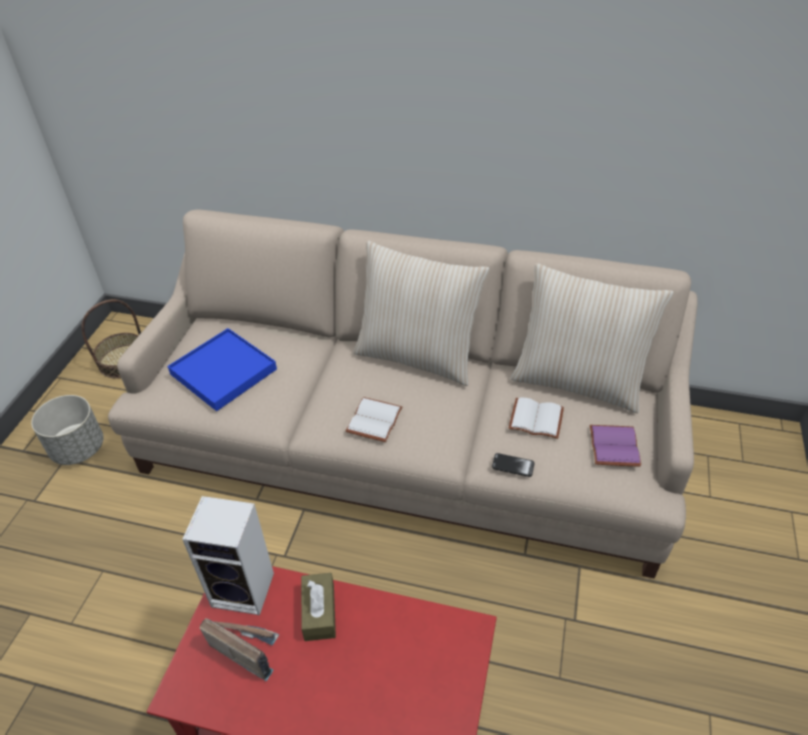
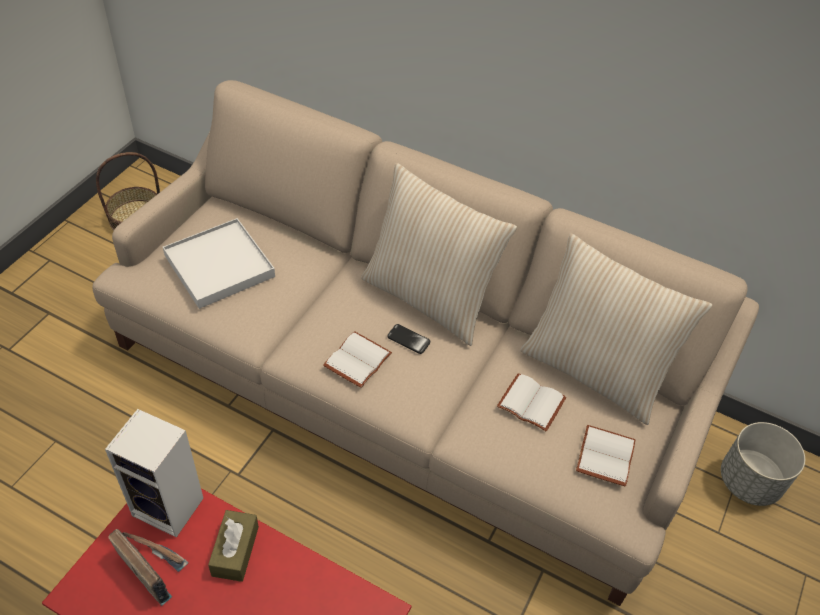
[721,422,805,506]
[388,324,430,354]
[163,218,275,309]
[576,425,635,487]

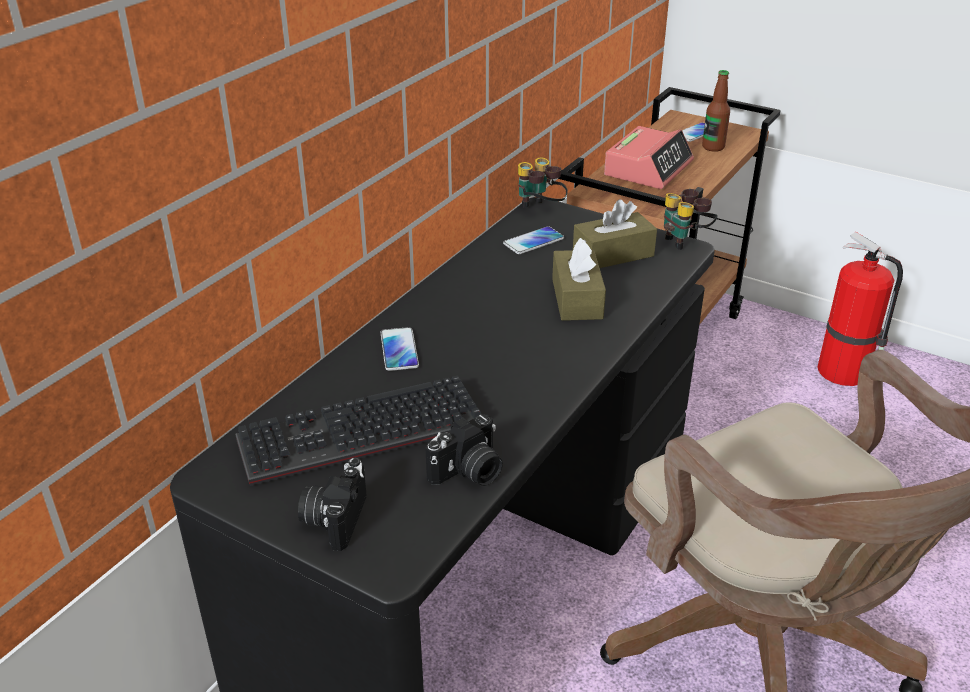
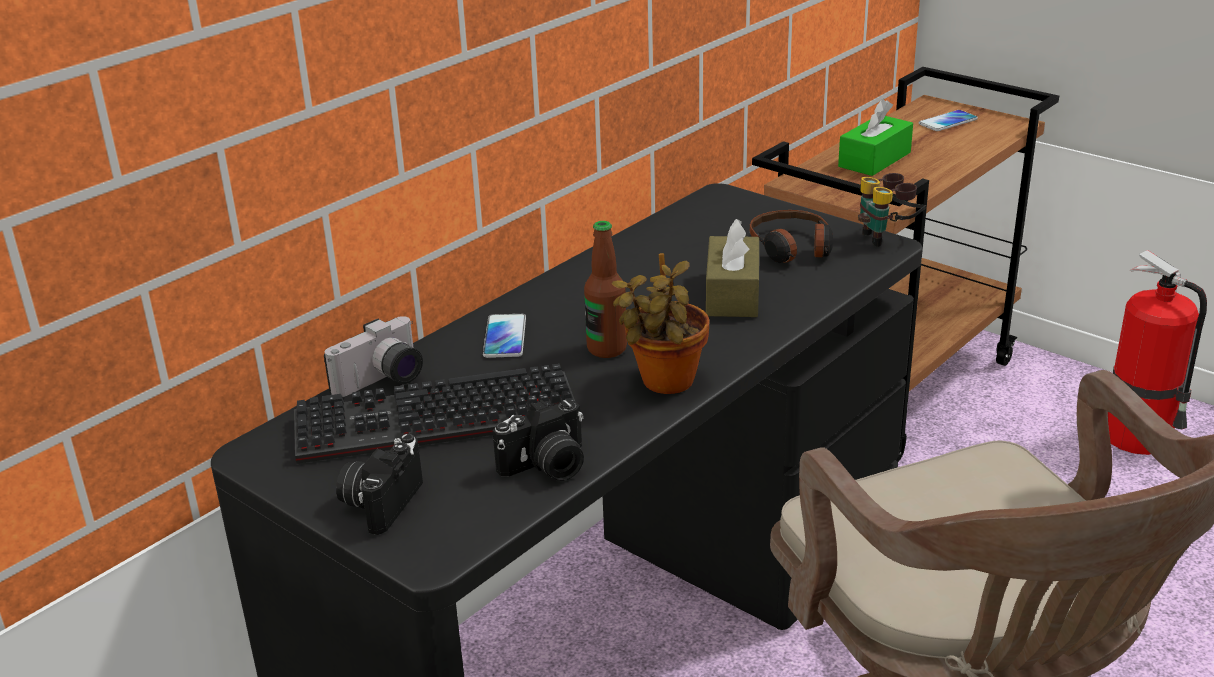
[503,226,564,254] (first image)
[518,157,568,208] (first image)
[324,316,423,397]
[612,253,709,394]
[584,221,627,358]
[750,210,833,263]
[838,99,913,176]

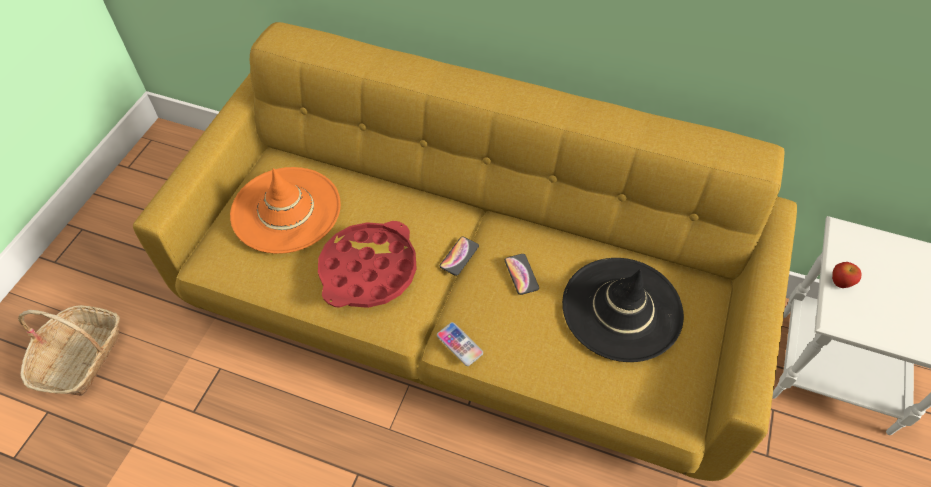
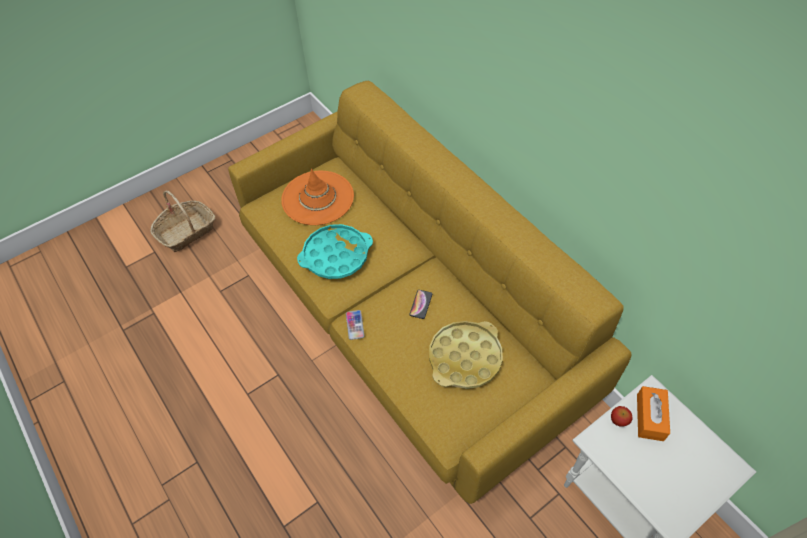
[440,237,479,276] (first image)
[637,386,670,441]
[429,321,503,389]
[297,224,373,279]

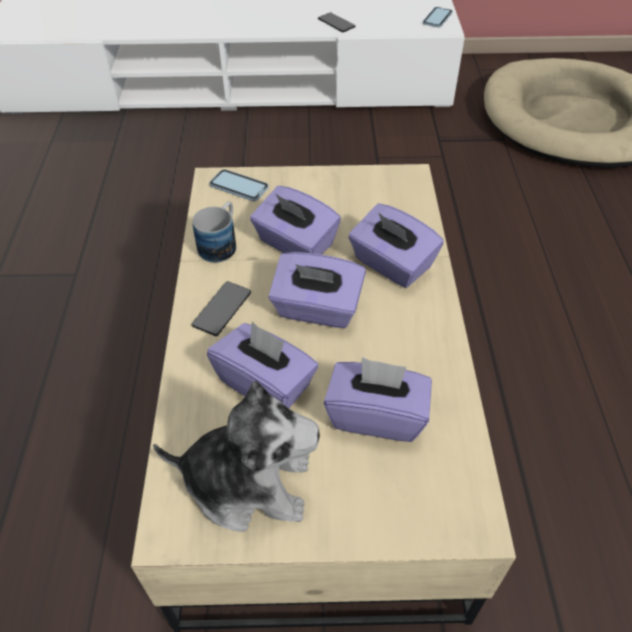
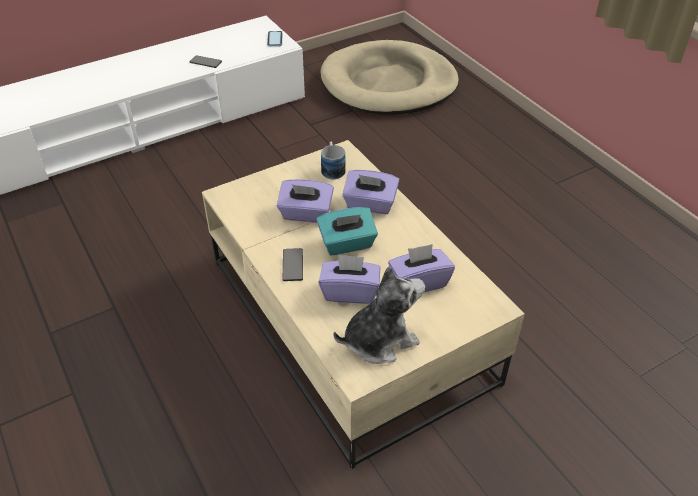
[209,169,269,201] (first image)
[321,141,346,179]
[316,207,378,255]

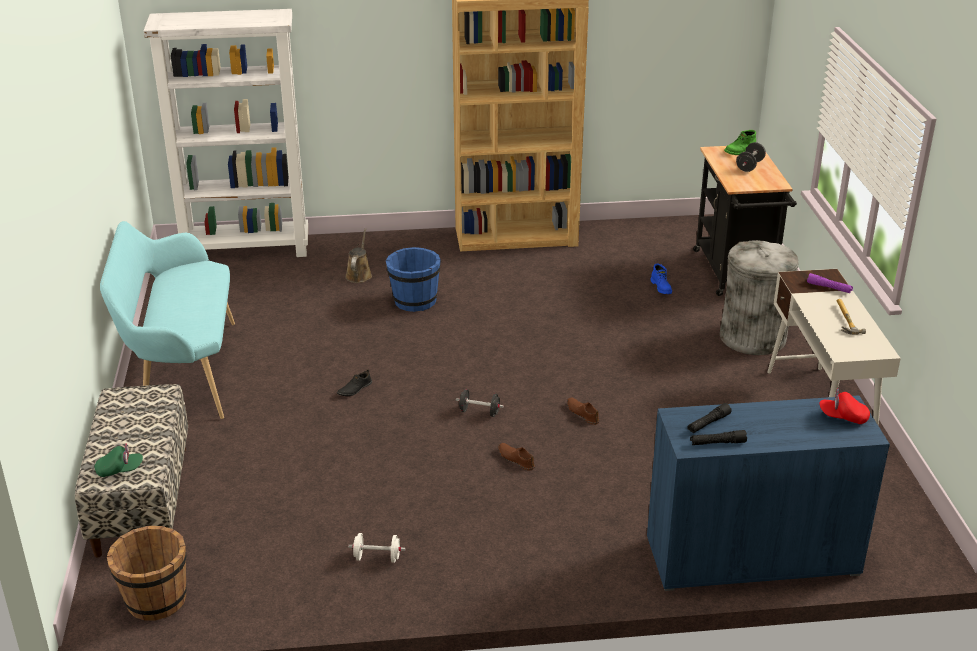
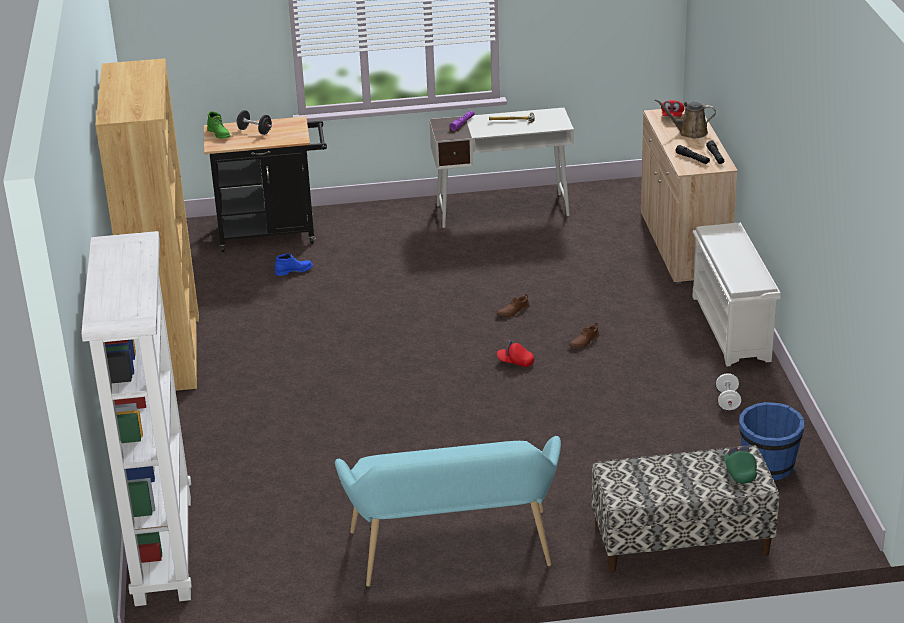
[107,526,187,621] (first image)
[337,369,372,396] (first image)
[720,240,799,355] (first image)
[692,222,781,366]
[655,99,716,138]
[739,402,804,481]
[497,340,534,367]
[641,109,738,284]

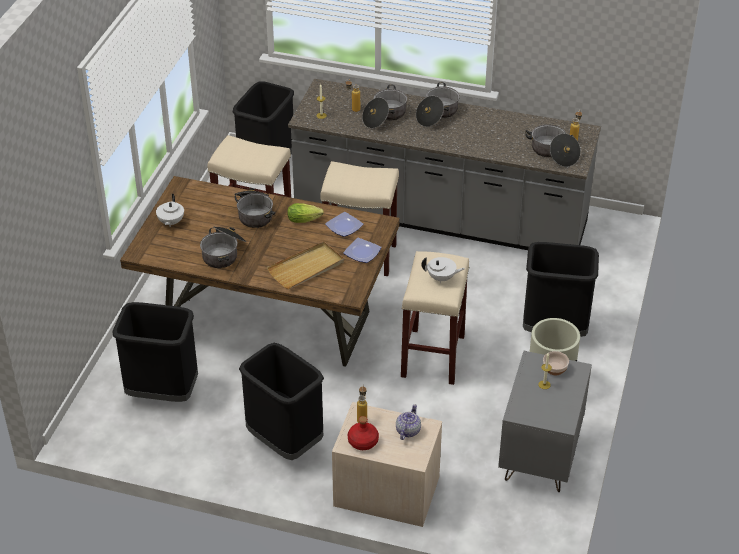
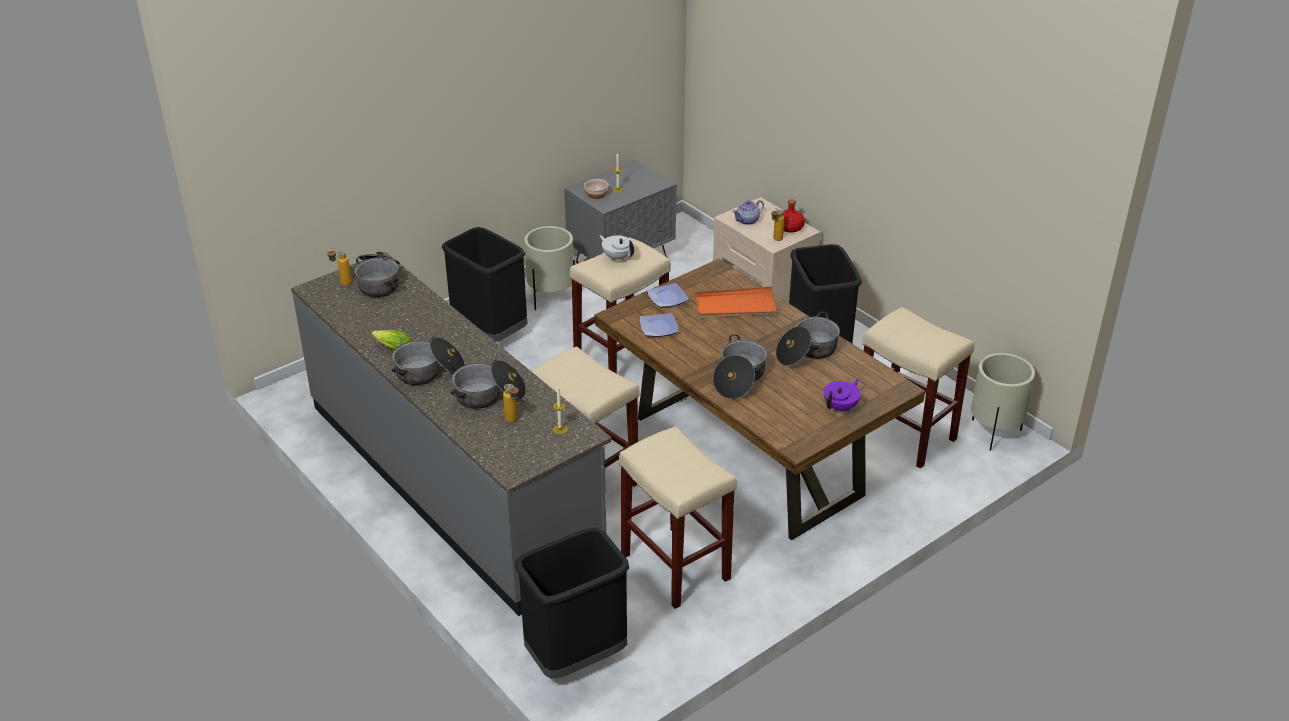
[971,353,1035,451]
[372,330,412,350]
[863,307,974,469]
[824,379,861,412]
[695,286,779,319]

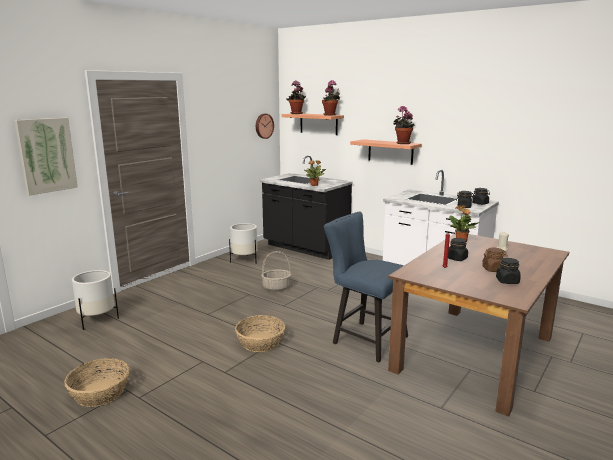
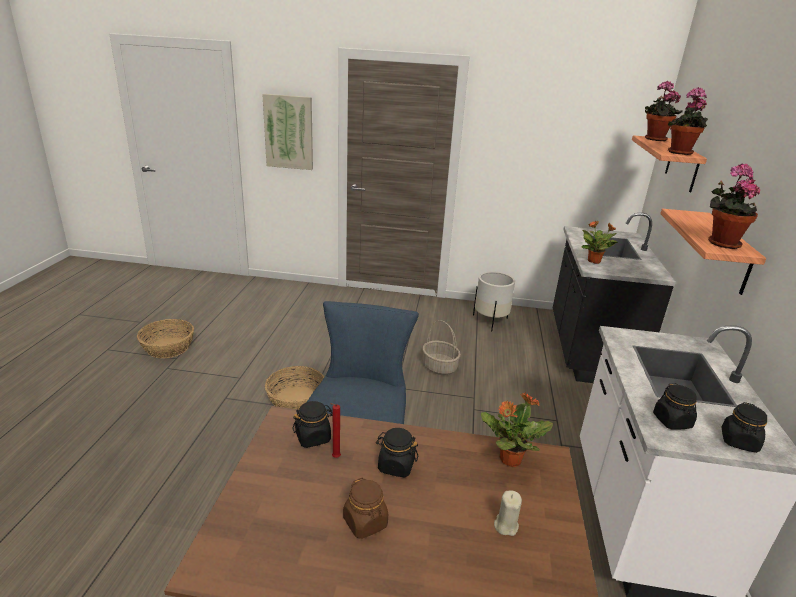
[72,270,119,330] (first image)
[256,114,274,139] (first image)
[292,401,333,448]

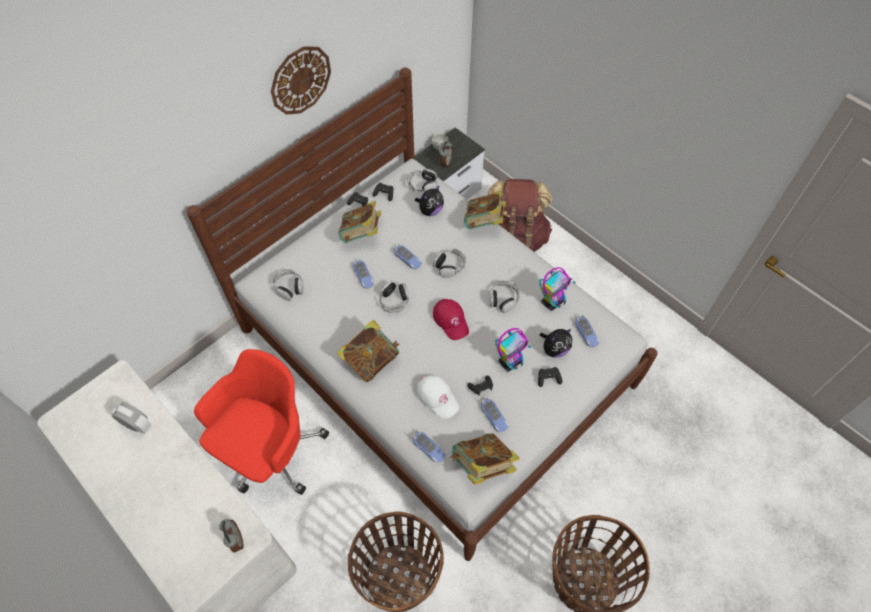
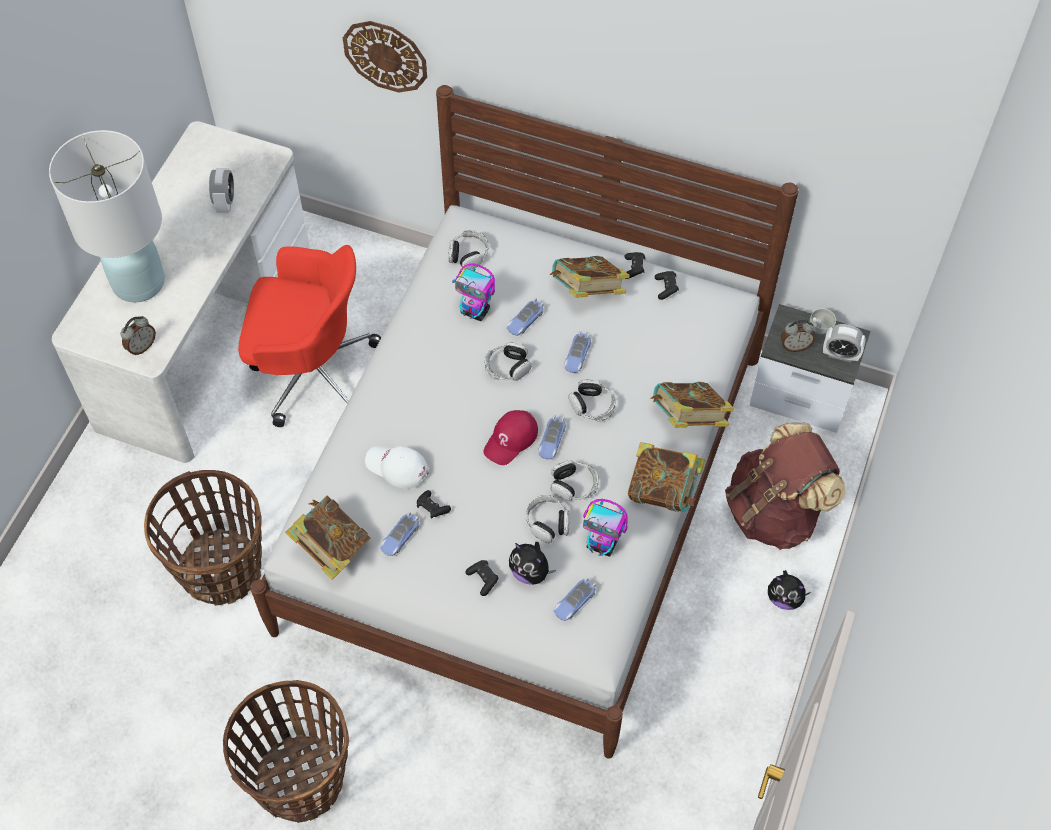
[49,130,165,302]
[823,324,866,362]
[343,21,427,92]
[628,442,705,512]
[526,495,569,543]
[538,415,566,459]
[768,570,811,610]
[452,264,495,321]
[365,446,429,489]

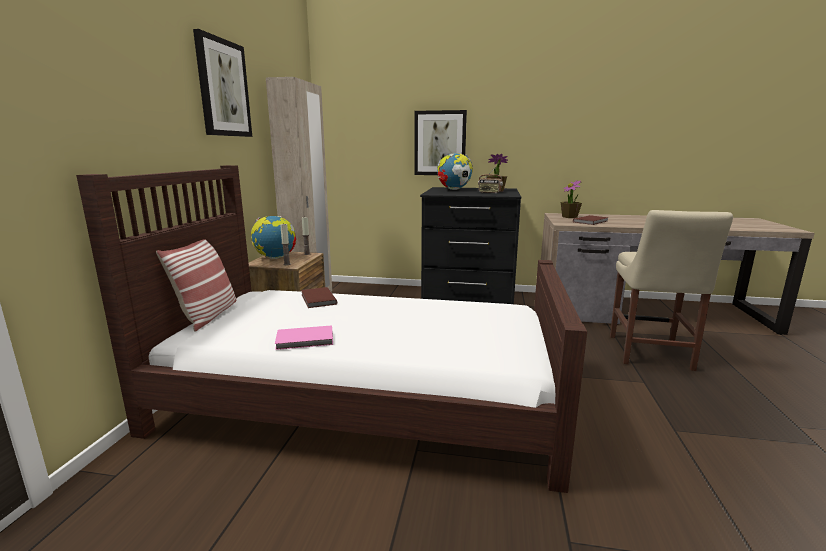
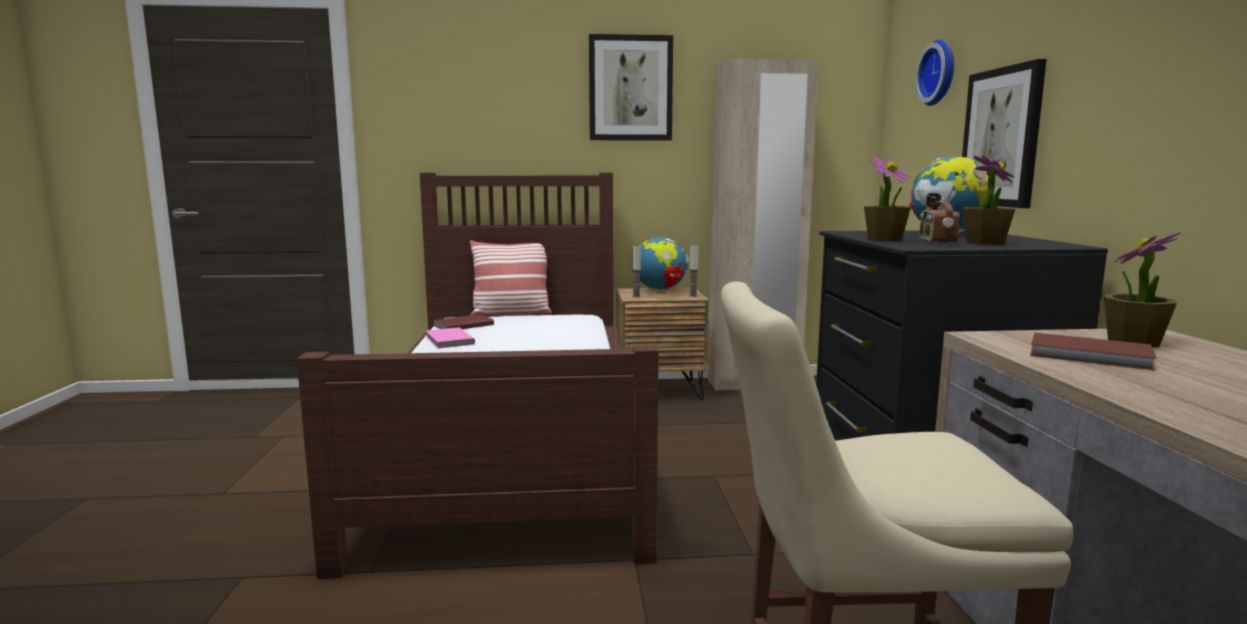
[864,156,911,241]
[915,40,954,106]
[433,314,494,329]

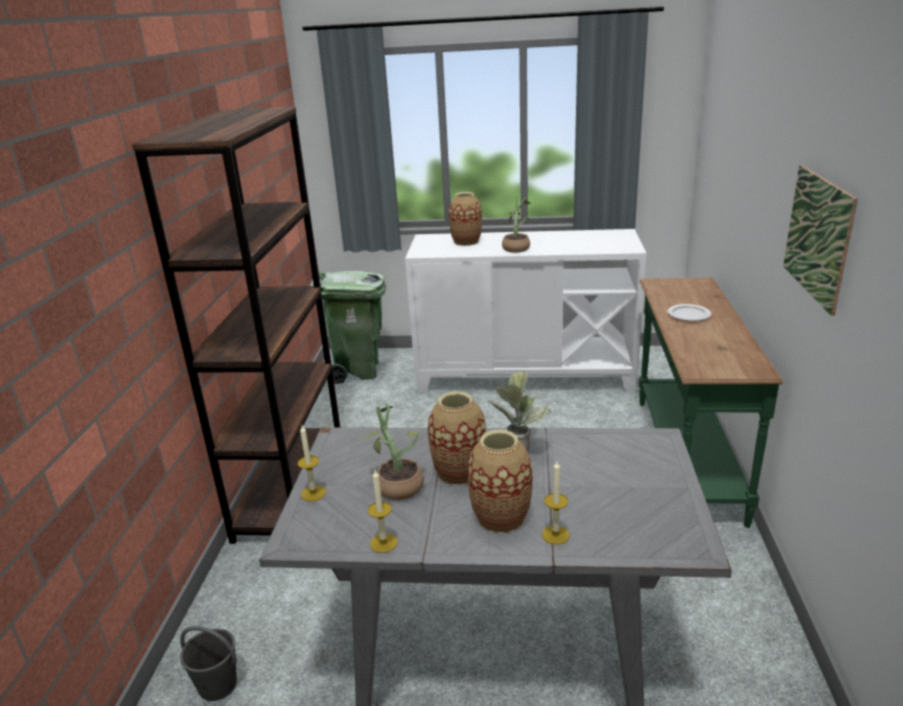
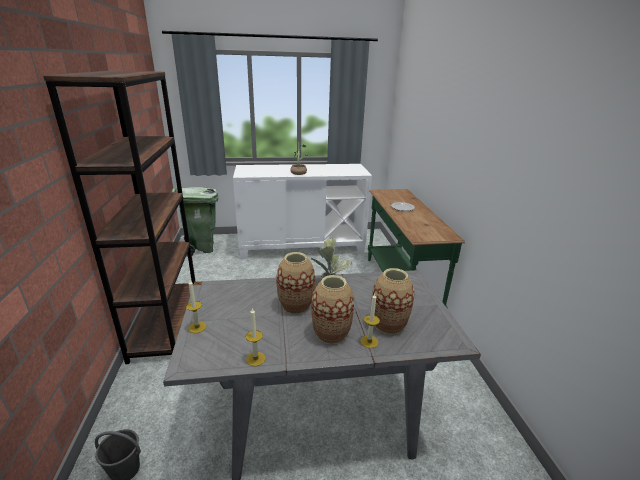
[362,403,424,500] (first image)
[783,165,858,316] (first image)
[371,268,414,335]

